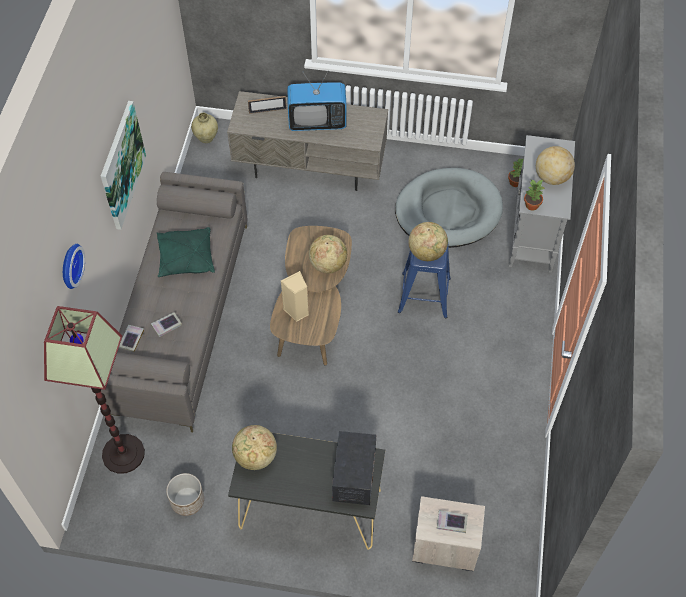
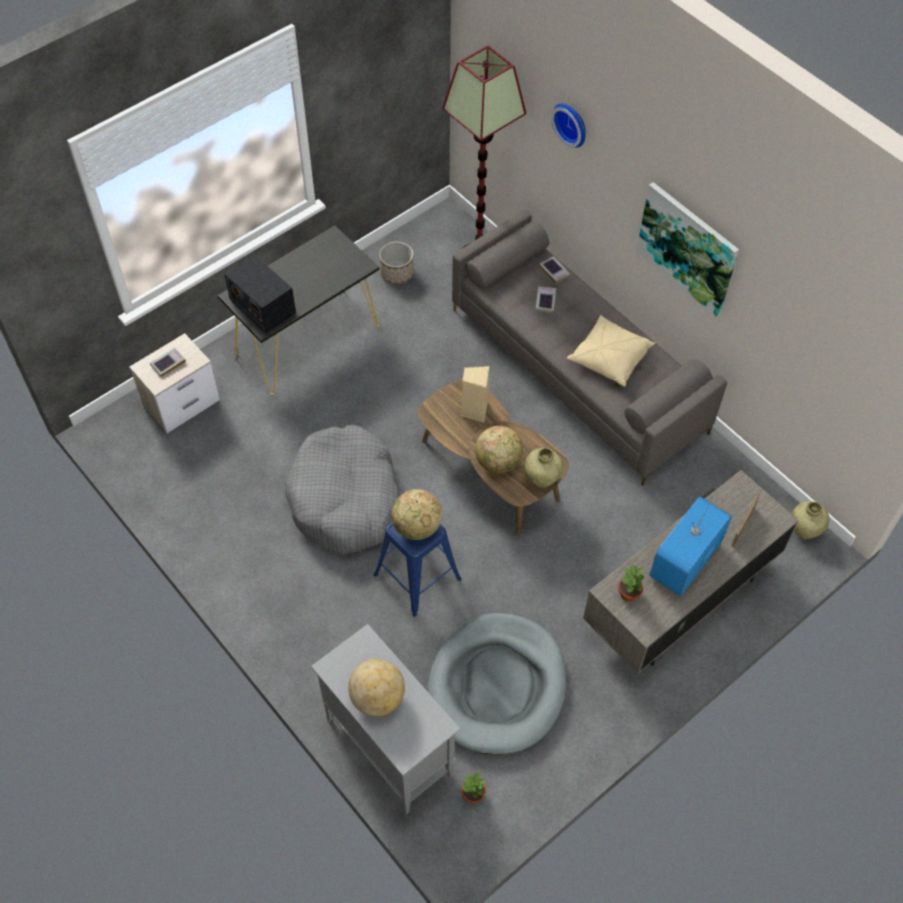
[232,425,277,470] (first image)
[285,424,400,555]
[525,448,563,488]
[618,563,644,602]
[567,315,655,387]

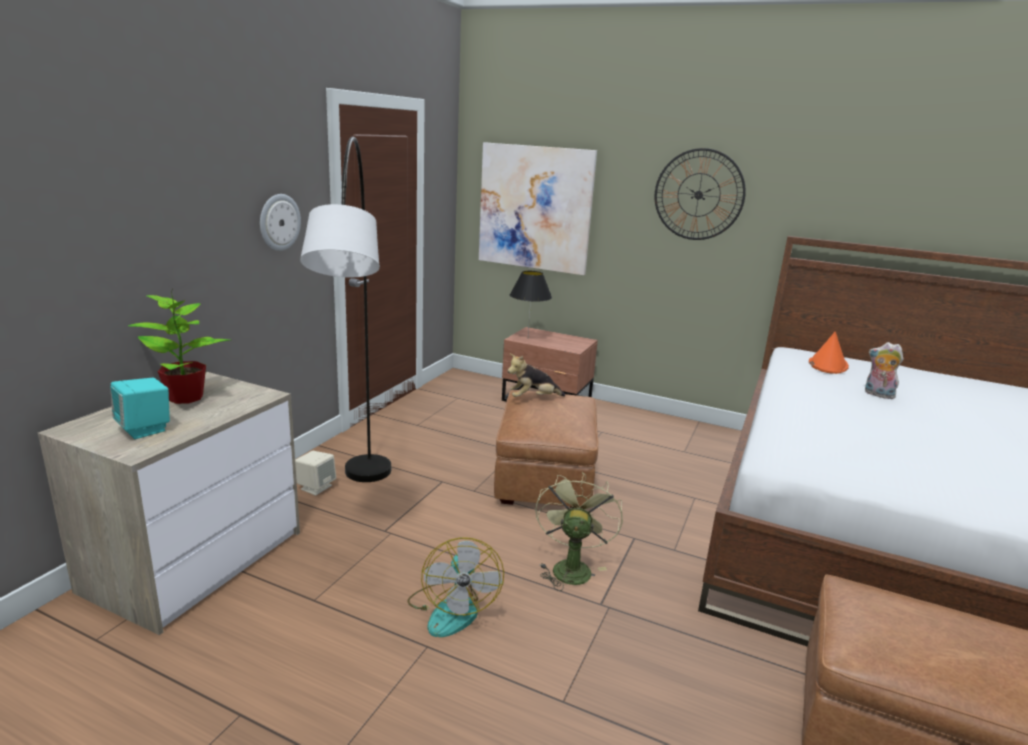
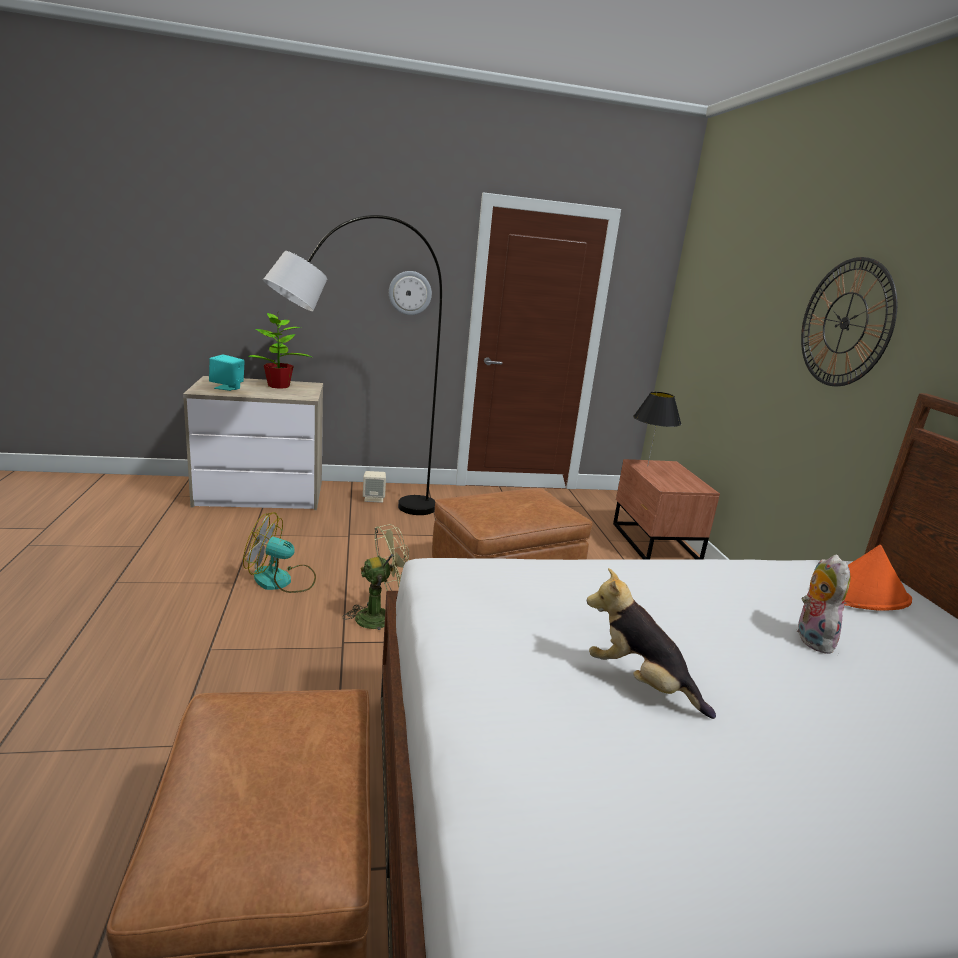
[479,142,597,275] (first image)
[587,568,716,719]
[243,512,316,593]

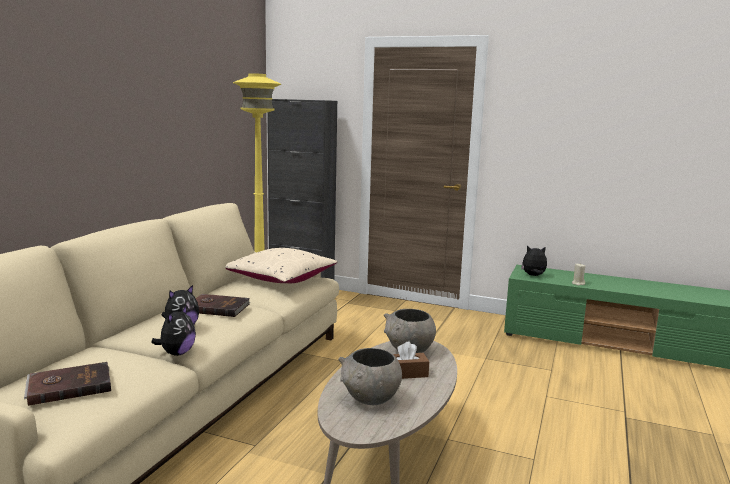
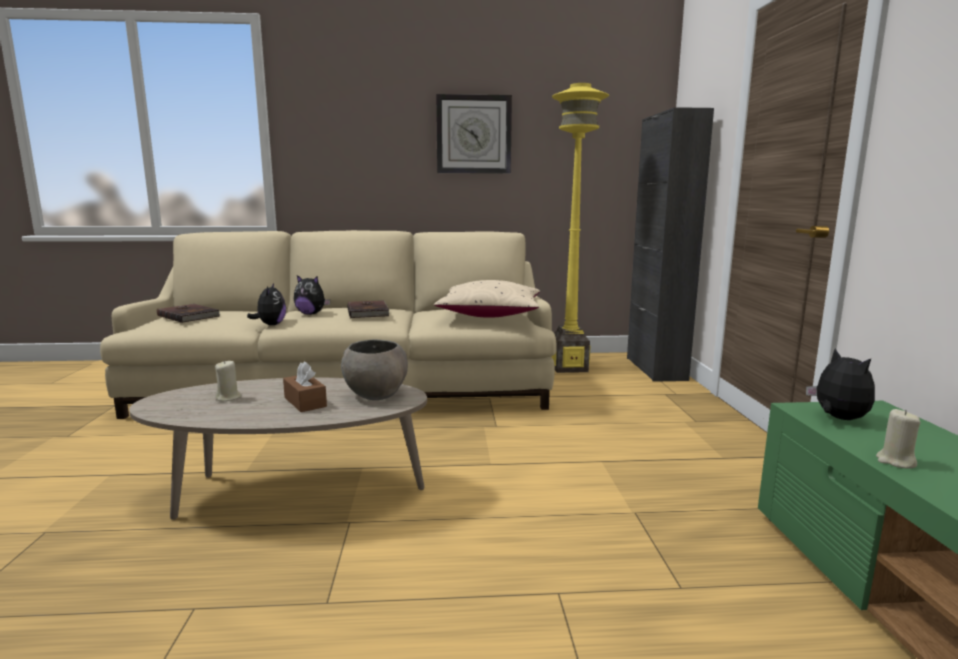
[436,94,512,173]
[215,360,242,401]
[247,283,286,325]

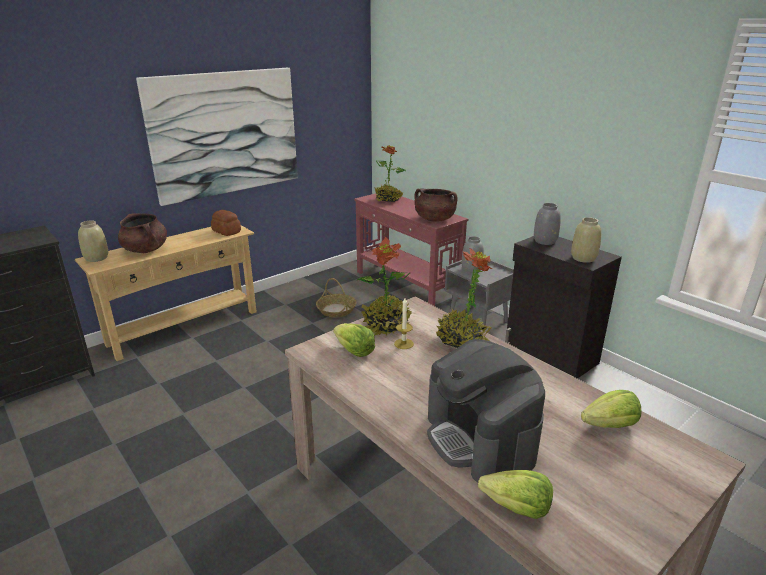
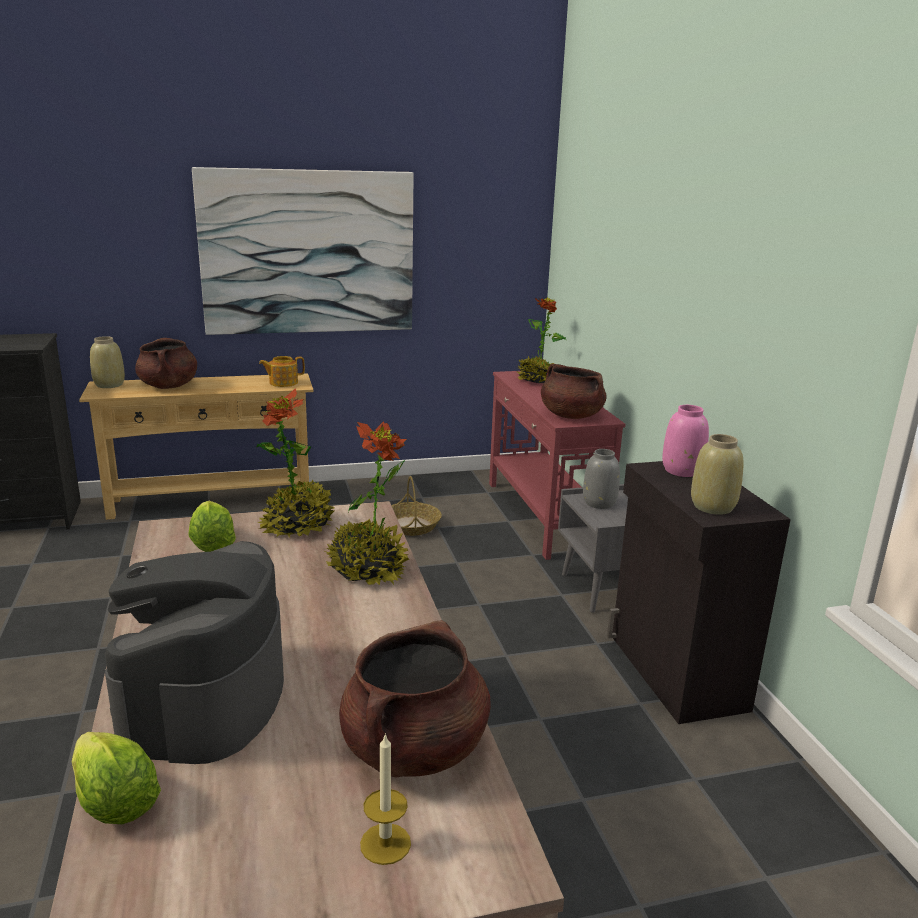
[360,733,411,865]
[259,356,305,387]
[339,620,491,778]
[662,405,709,477]

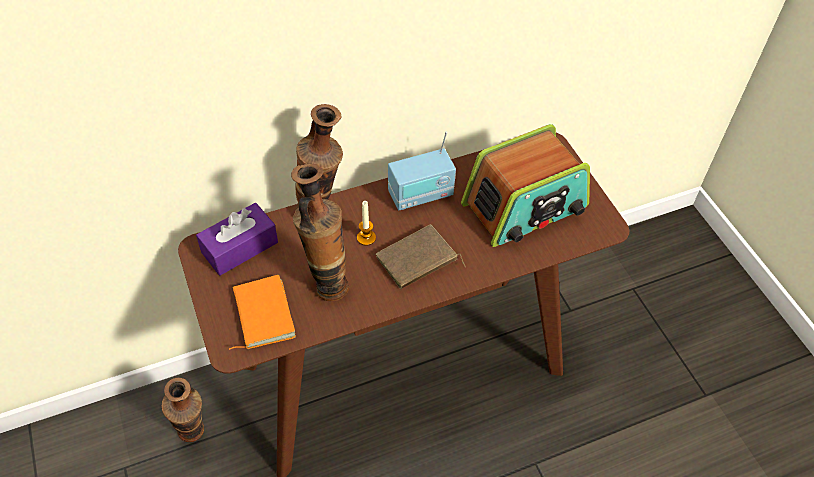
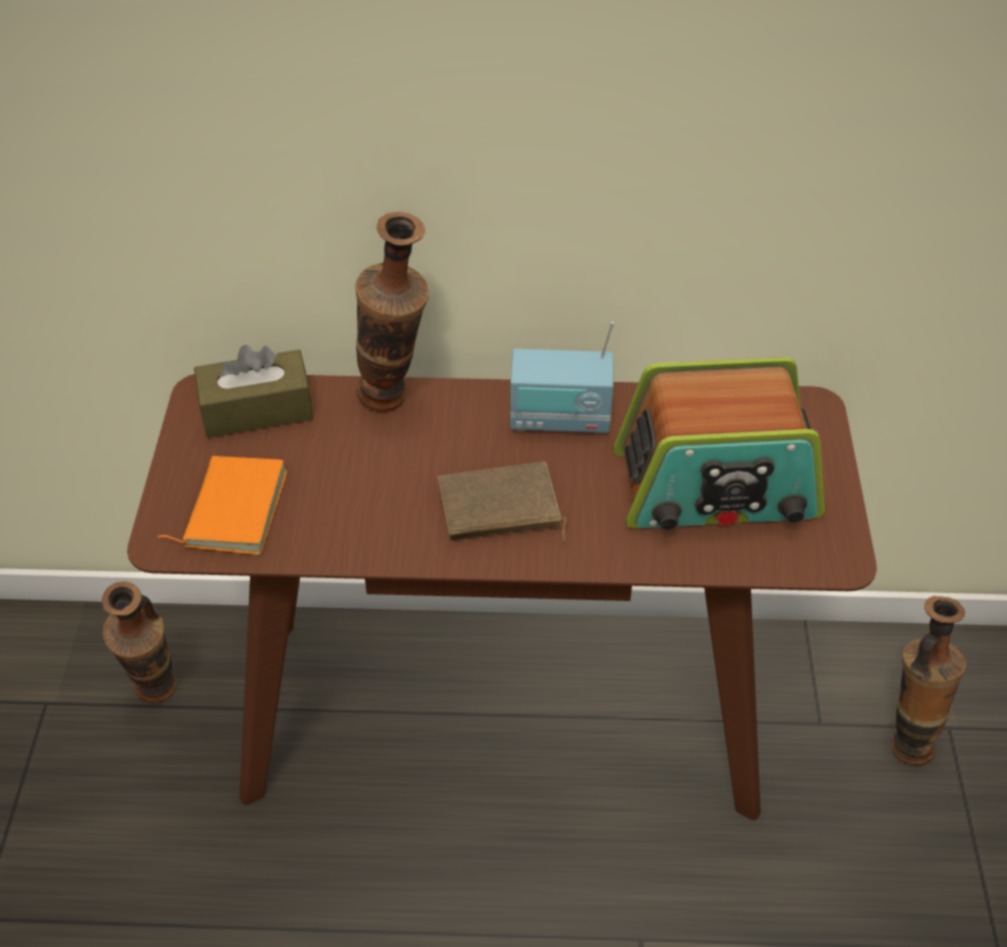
[357,201,376,246] (first image)
[891,596,966,766]
[194,345,313,438]

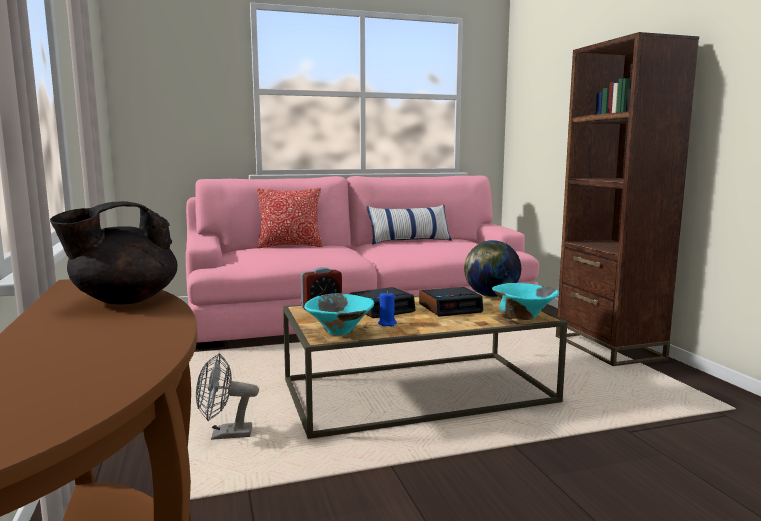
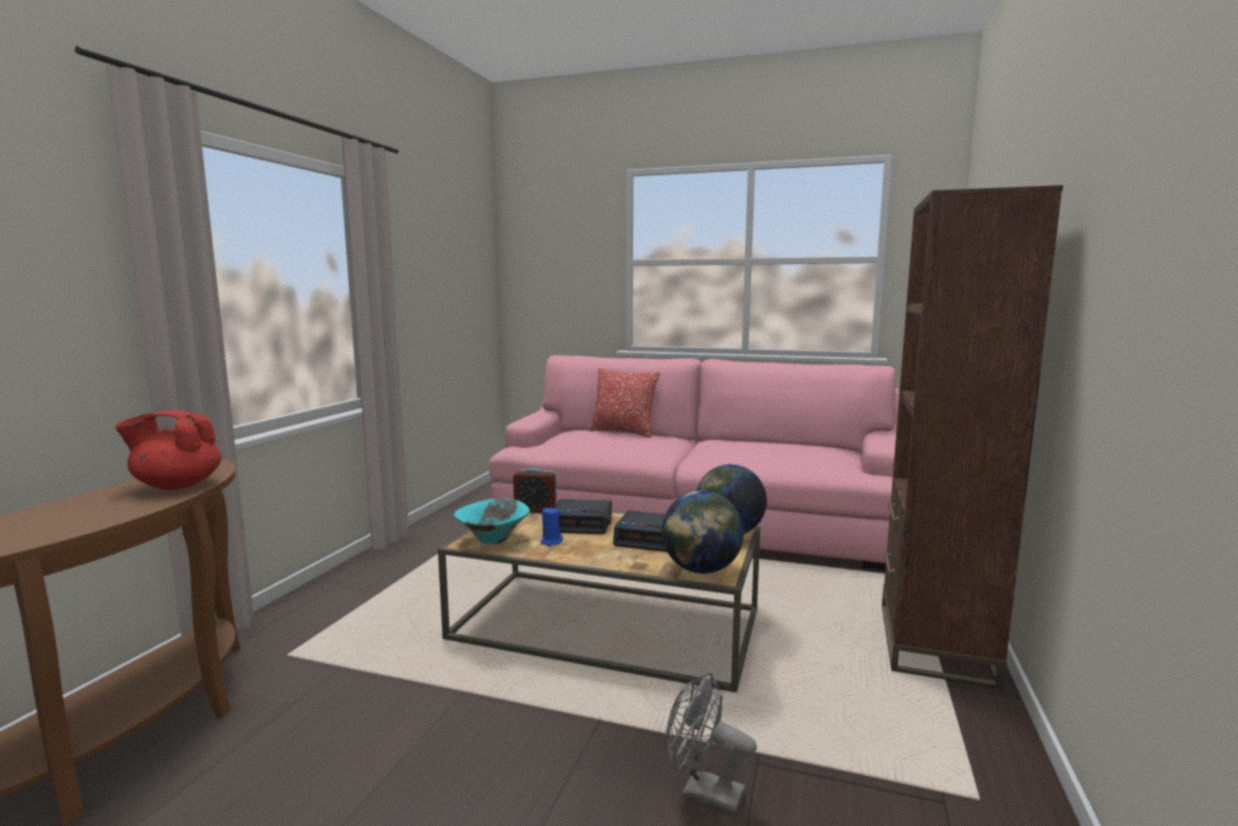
[366,205,452,245] (first image)
[666,673,757,814]
[662,490,744,574]
[115,410,221,490]

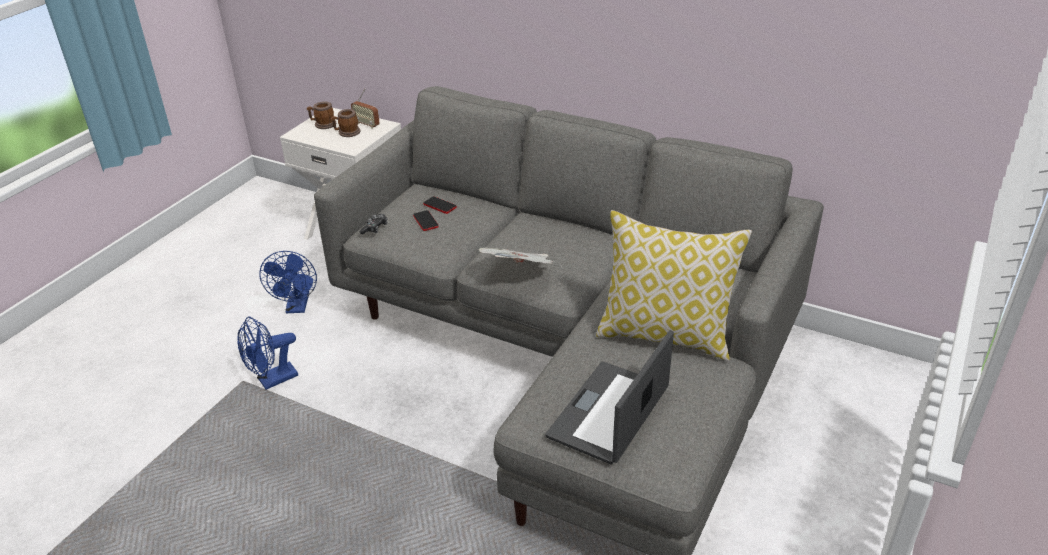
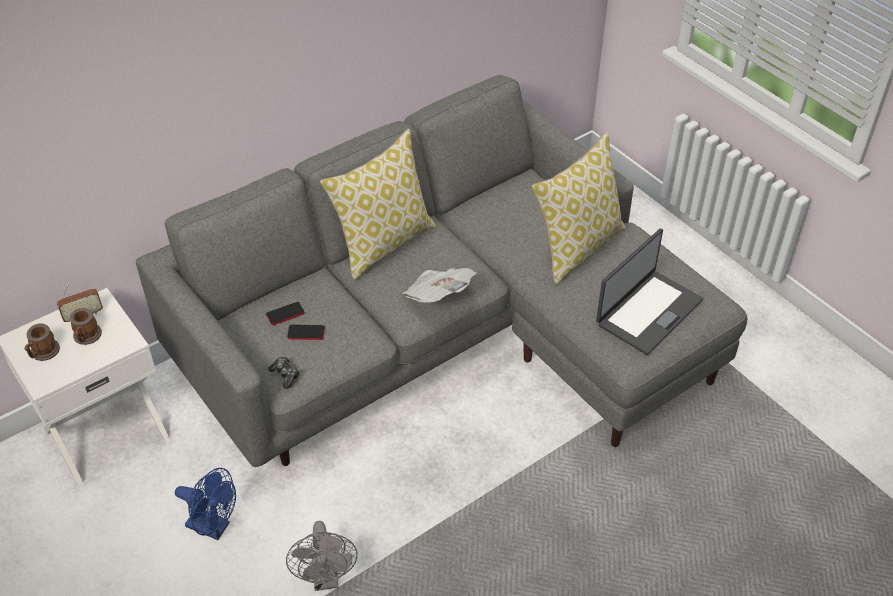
[320,129,436,280]
[286,521,358,591]
[596,229,703,355]

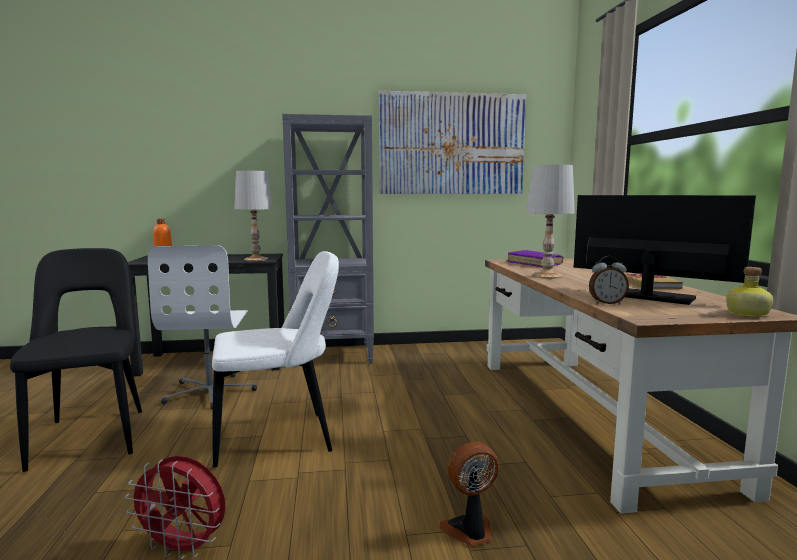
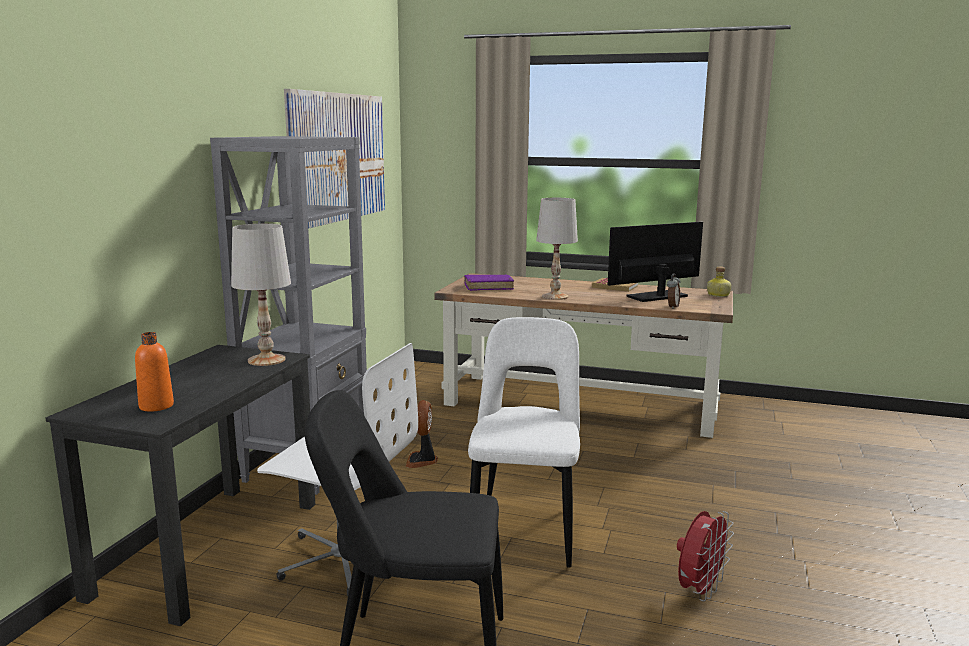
[405,400,438,468]

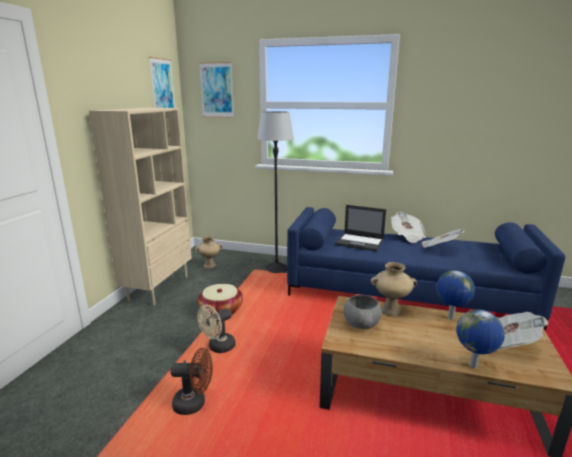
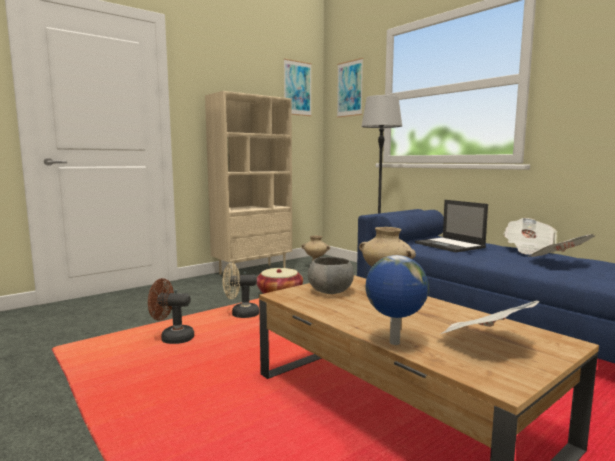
[436,270,475,320] (first image)
[148,278,194,344]

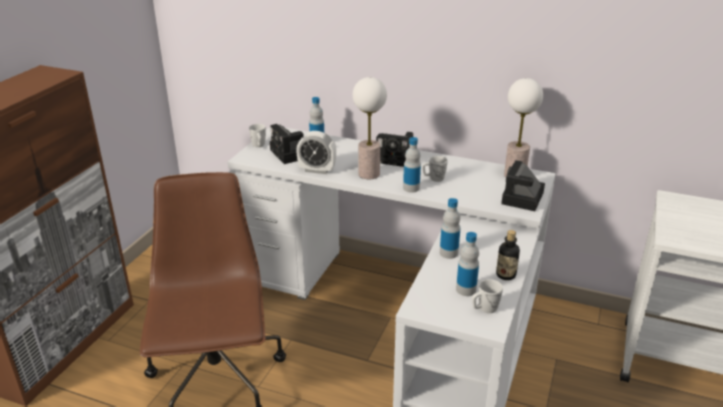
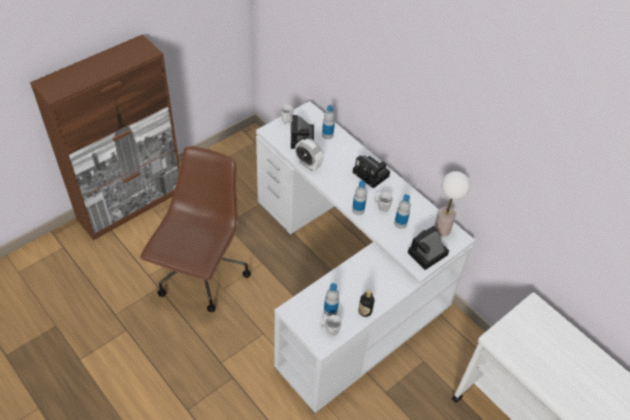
[353,77,387,179] (first image)
[394,194,411,229]

